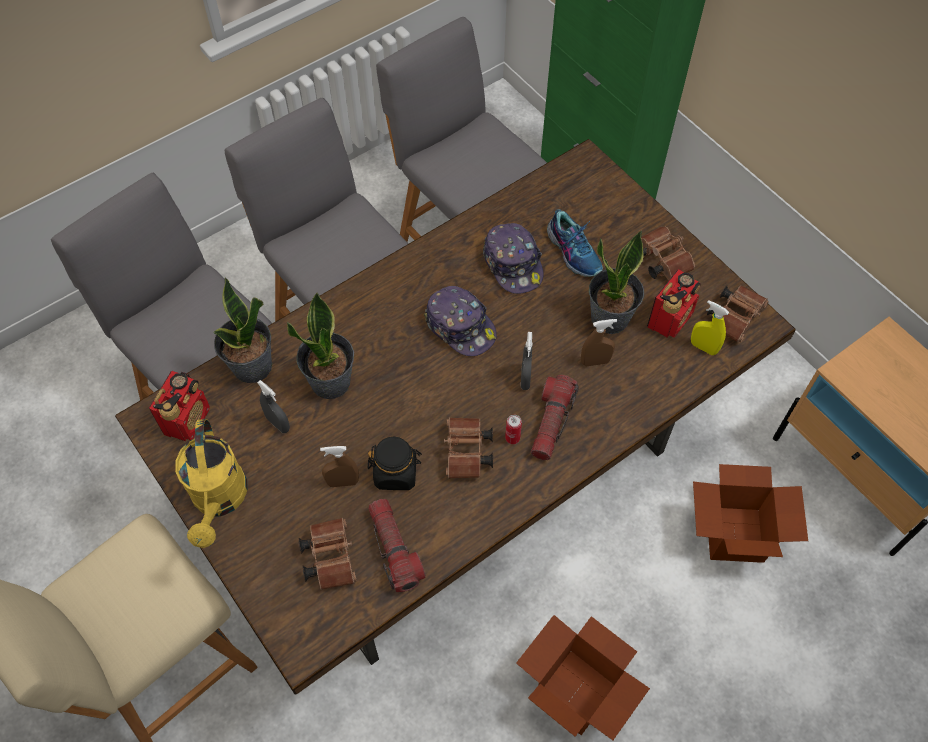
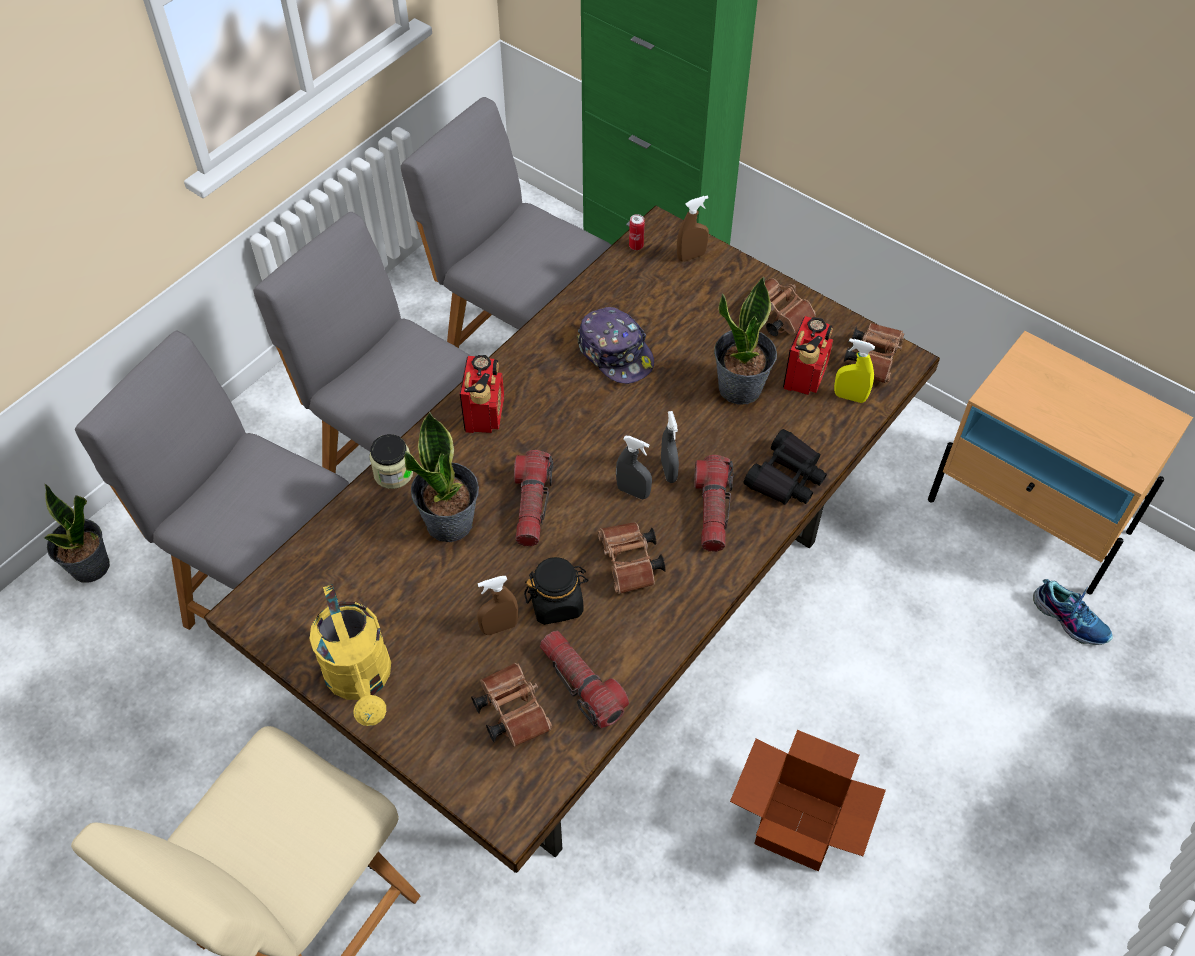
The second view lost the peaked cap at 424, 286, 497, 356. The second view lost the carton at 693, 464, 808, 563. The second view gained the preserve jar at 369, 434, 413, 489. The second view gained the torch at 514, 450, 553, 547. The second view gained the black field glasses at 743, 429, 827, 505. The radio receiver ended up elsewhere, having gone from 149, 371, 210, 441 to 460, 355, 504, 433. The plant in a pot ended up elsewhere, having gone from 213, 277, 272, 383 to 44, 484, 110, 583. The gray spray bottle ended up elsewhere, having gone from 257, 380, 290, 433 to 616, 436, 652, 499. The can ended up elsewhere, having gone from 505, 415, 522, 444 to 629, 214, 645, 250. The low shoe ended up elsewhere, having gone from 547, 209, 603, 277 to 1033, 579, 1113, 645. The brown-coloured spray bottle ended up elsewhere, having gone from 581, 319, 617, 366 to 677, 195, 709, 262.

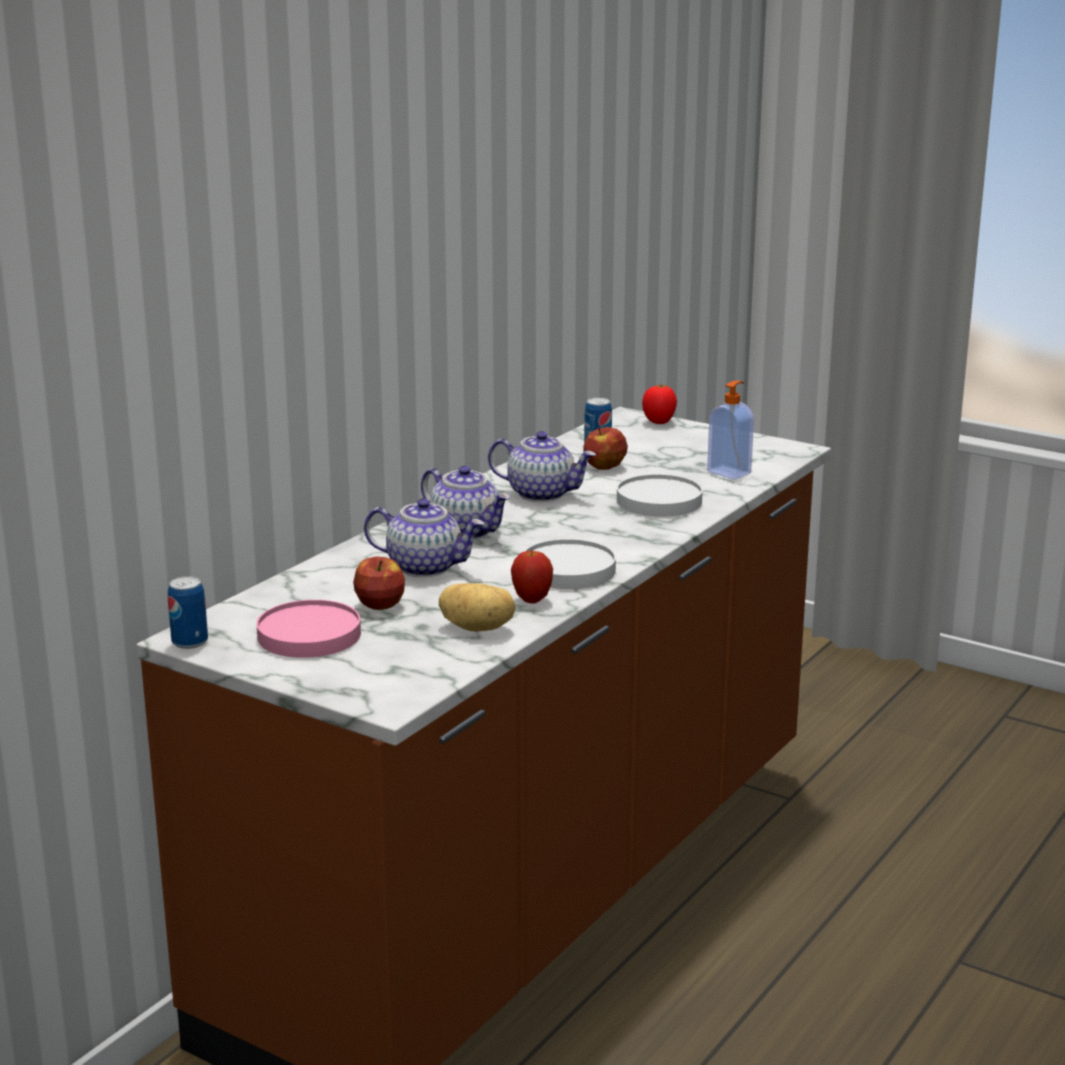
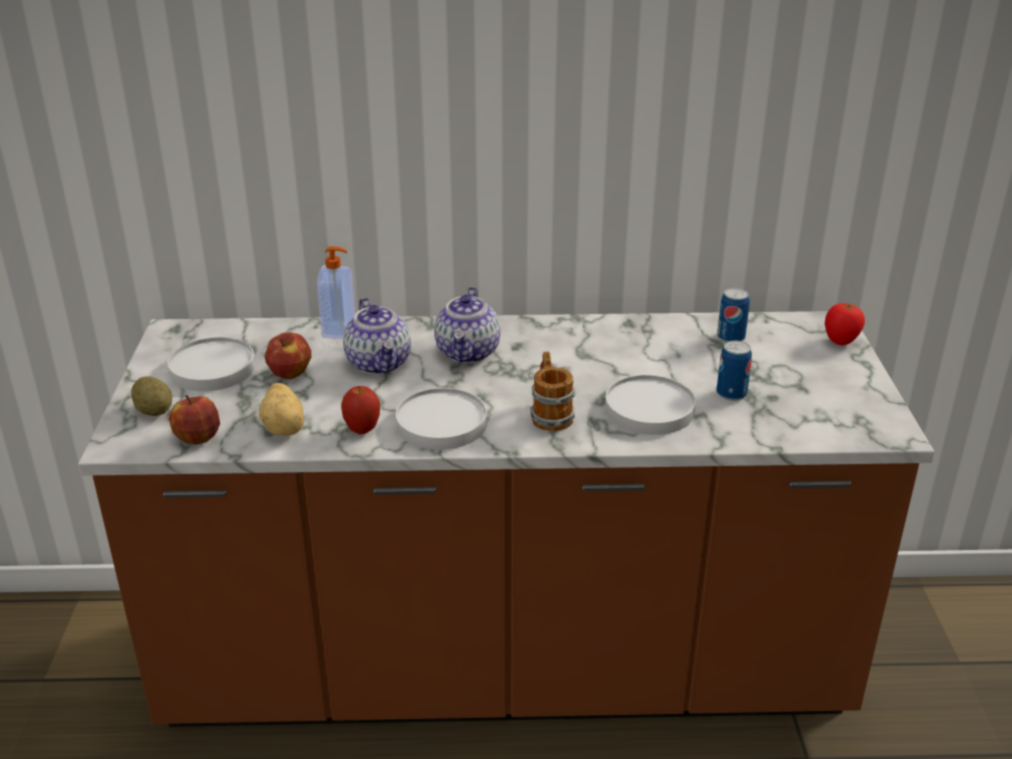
The second view lost the pot for tea at 488, 431, 596, 502. The second view gained the spud at 131, 376, 172, 416. The second view gained the mug at 530, 352, 575, 431. The can ended up elsewhere, having gone from 168, 576, 208, 649 to 717, 341, 752, 401. The whole apple ended up elsewhere, having gone from 584, 427, 628, 470 to 169, 395, 220, 445. The liquid soap bottle ended up elsewhere, having gone from 707, 381, 754, 480 to 317, 246, 355, 339. What was the pinkish plate at 256, 600, 361, 658 turned into the whitish plate at 168, 337, 255, 391.

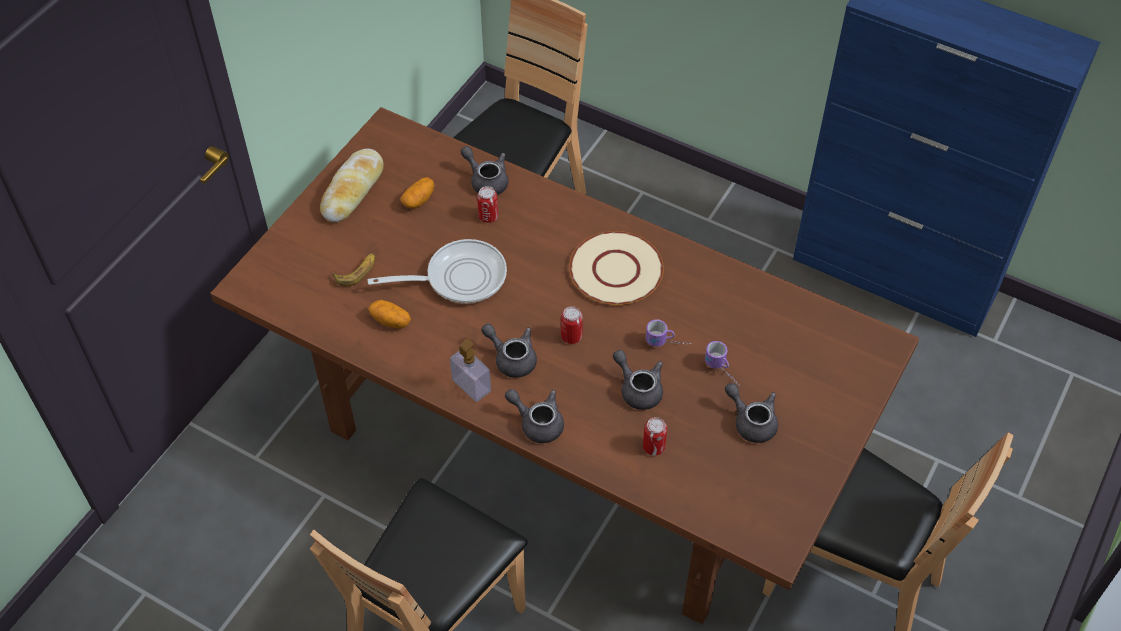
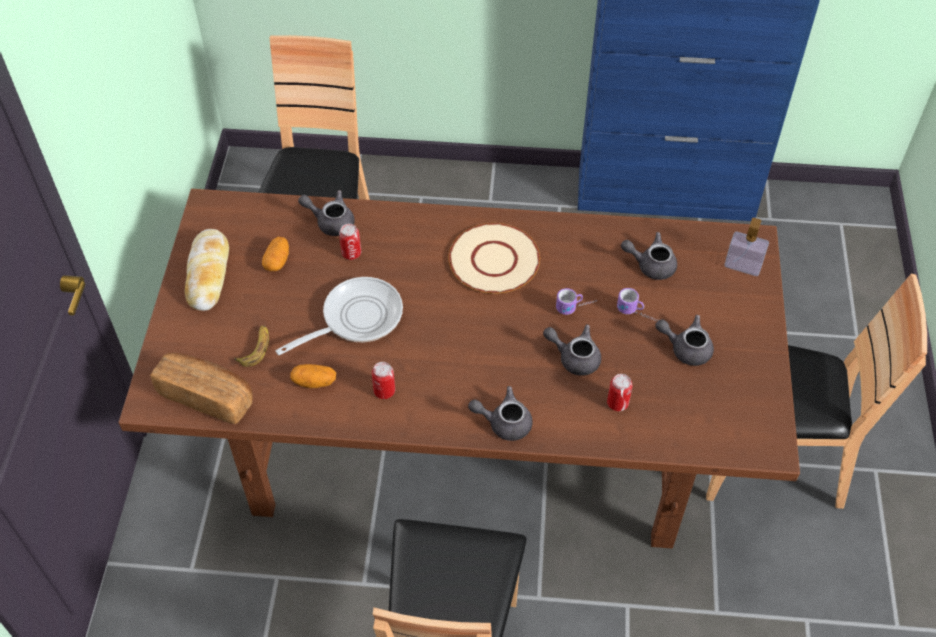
The second view gained the baked bread at 150, 353, 253, 424. The liquid soap bottle ended up elsewhere, having gone from 450, 339, 491, 402 to 725, 218, 769, 276. The gray pot for tea ended up elsewhere, having gone from 481, 323, 537, 378 to 621, 232, 677, 280. The can ended up elsewhere, having gone from 561, 306, 583, 344 to 372, 362, 395, 399.

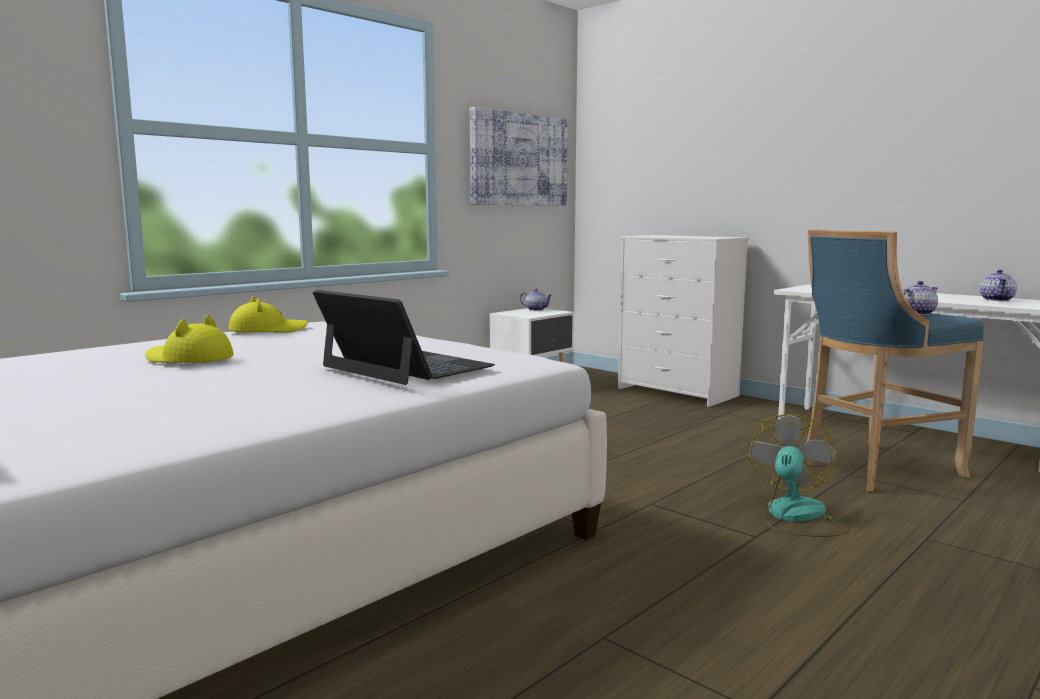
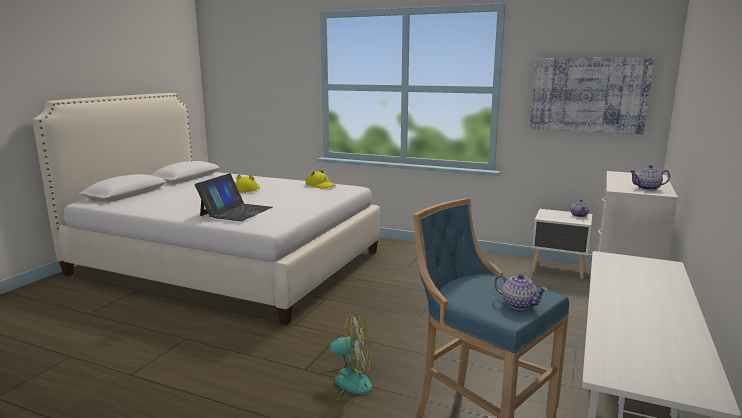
The pot for tea ended up elsewhere, having gone from 980, 270, 1017, 301 to 629, 165, 670, 190.

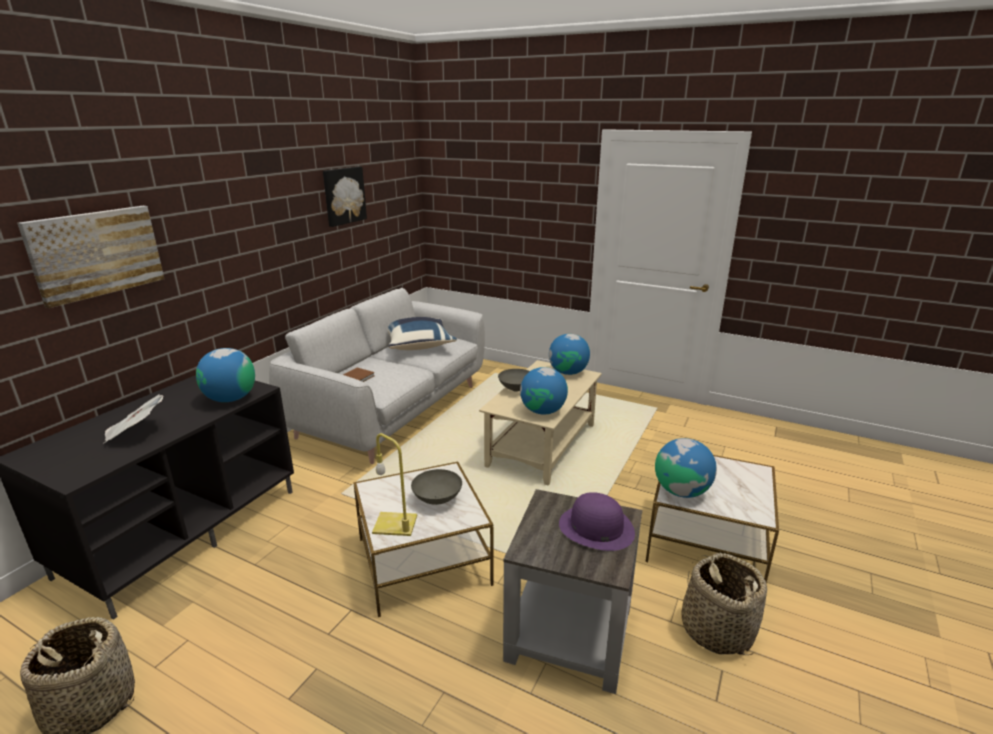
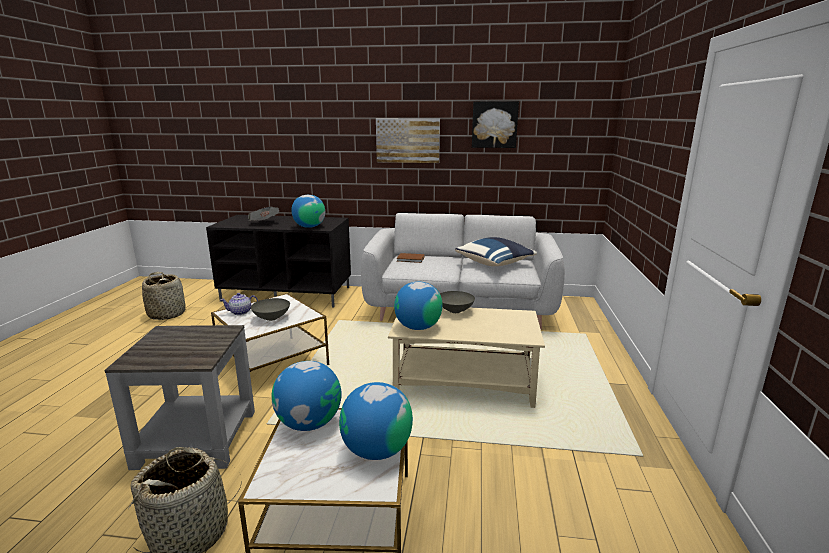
The second view lost the purple-coloured hat at 559, 492, 635, 551. The wall picture ended up elsewhere, having gone from 17, 206, 165, 308 to 376, 118, 440, 163. The world globe ended up elsewhere, having gone from 549, 334, 590, 375 to 339, 382, 413, 460. Where the yellow tabletop lamp stood at 372, 433, 417, 536, the pot for tea came to stand at 221, 293, 258, 315.

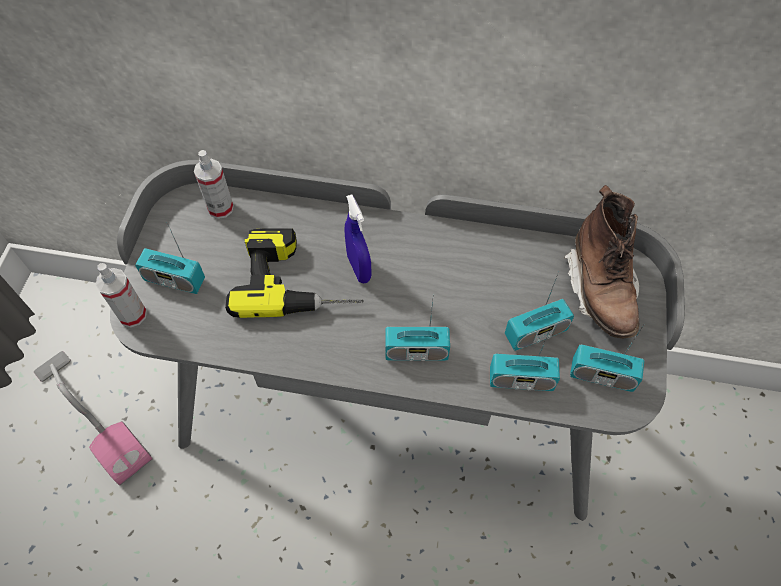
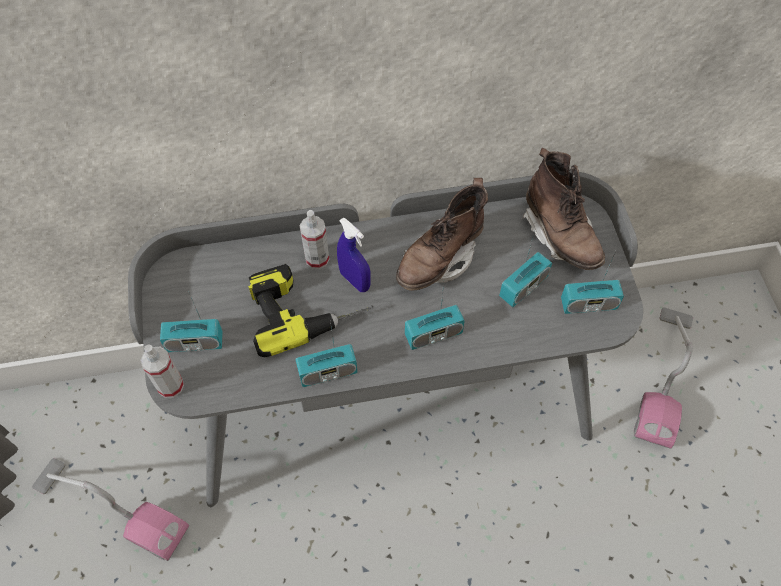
The second view gained the brown-coloured high-top boot at 396, 178, 488, 291. The second view gained the vacuum cleaner at 634, 308, 693, 448. The spray bottle ended up elsewhere, having gone from 194, 150, 234, 219 to 300, 210, 330, 269. The radio receiver ended up elsewhere, having gone from 490, 328, 560, 391 to 295, 320, 357, 387.

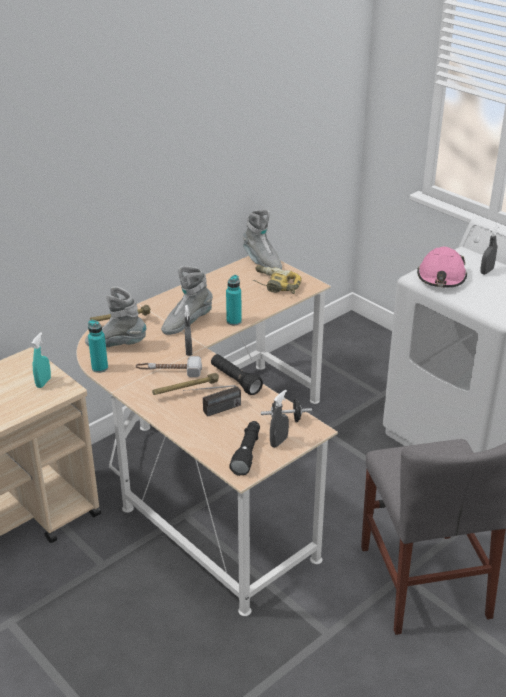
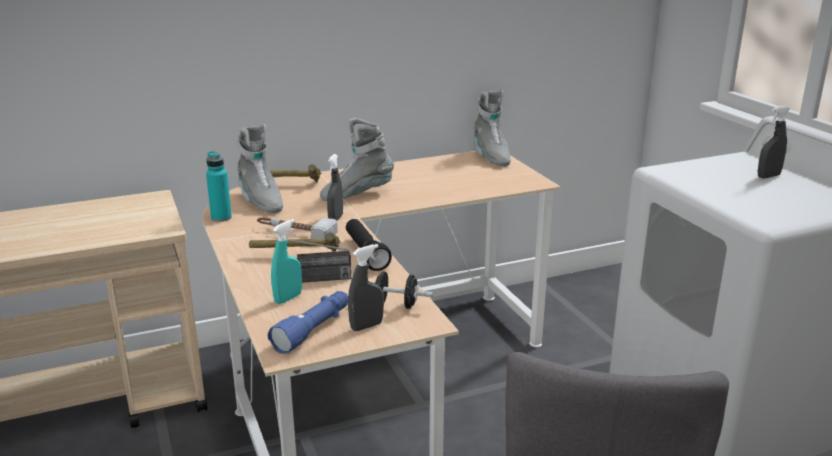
The second view lost the blue-green bottle at 226, 275, 242, 325. The second view lost the power drill at 253, 265, 302, 294. The second view lost the pinkish safety helmet at 417, 246, 467, 287. The blue-green spray bottle ended up elsewhere, having gone from 32, 332, 51, 388 to 271, 219, 302, 304. What was the black torch at 229, 421, 260, 476 turned into the blue-coloured torch at 268, 291, 348, 354. The gray high-top boot at 85, 287, 146, 347 ended up facing another way, 150 degrees counterclockwise from before.

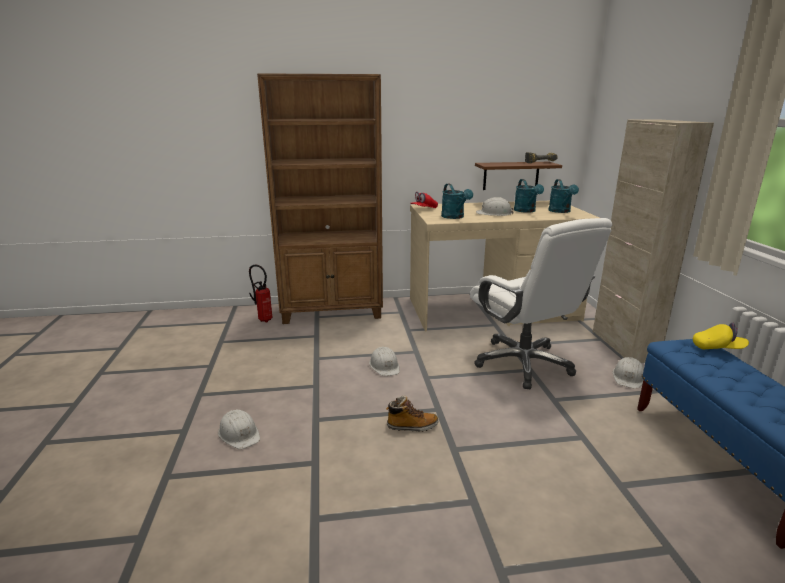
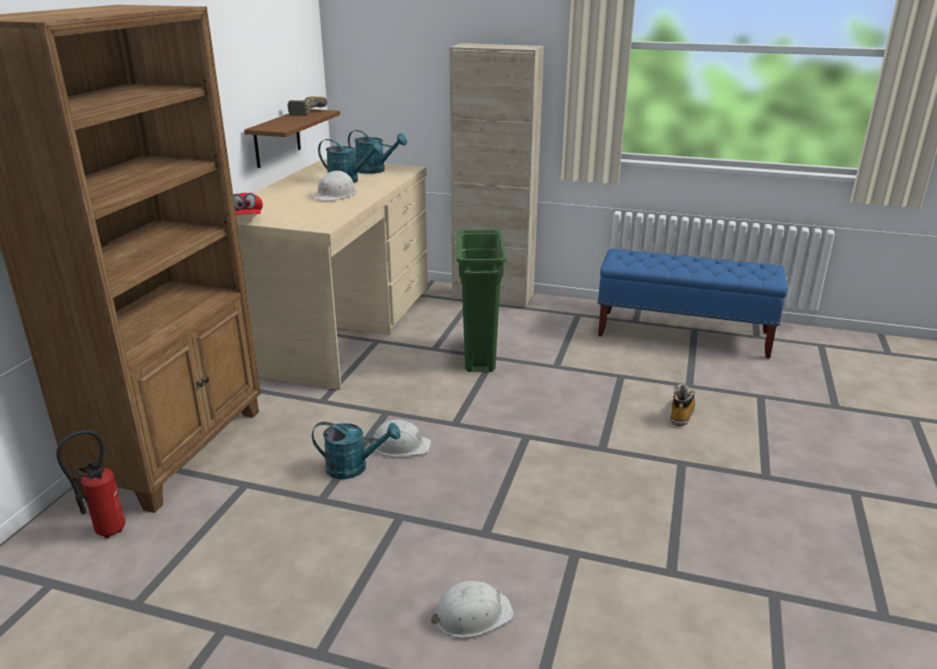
The second view lost the whitish safety helmet at 613, 357, 644, 389. The second view lost the yellow peaked cap at 693, 323, 749, 349. The high-top boot ended up elsewhere, having gone from 386, 396, 439, 432 to 670, 384, 696, 426. The blue-green sprinkling can ended up elsewhere, having gone from 441, 184, 473, 219 to 312, 422, 401, 479. Where the whitish computer chair stood at 470, 218, 612, 389, the green waste bin came to stand at 457, 229, 506, 372.

